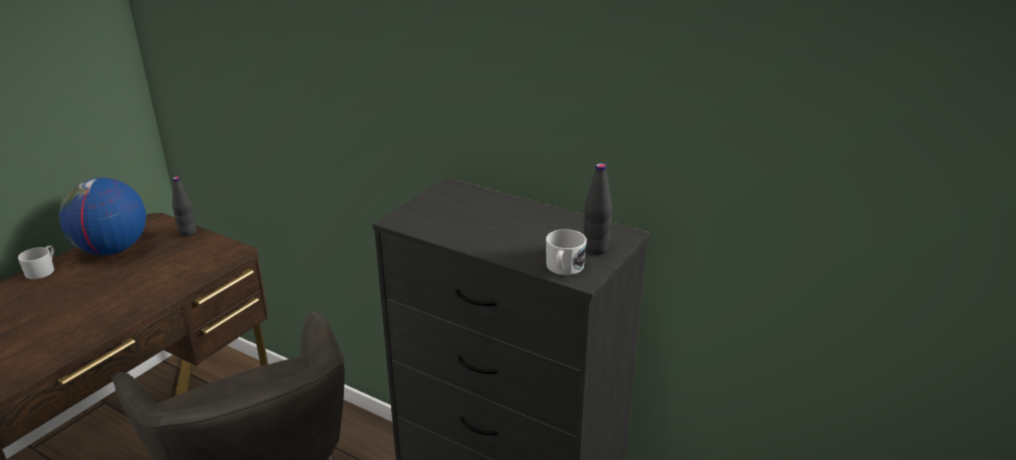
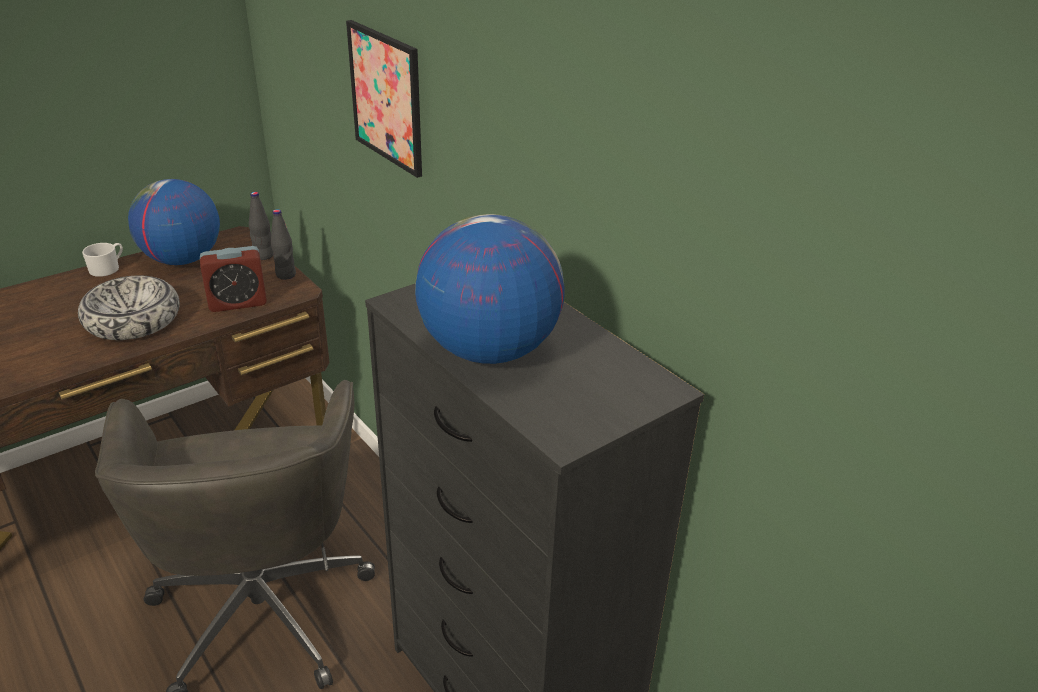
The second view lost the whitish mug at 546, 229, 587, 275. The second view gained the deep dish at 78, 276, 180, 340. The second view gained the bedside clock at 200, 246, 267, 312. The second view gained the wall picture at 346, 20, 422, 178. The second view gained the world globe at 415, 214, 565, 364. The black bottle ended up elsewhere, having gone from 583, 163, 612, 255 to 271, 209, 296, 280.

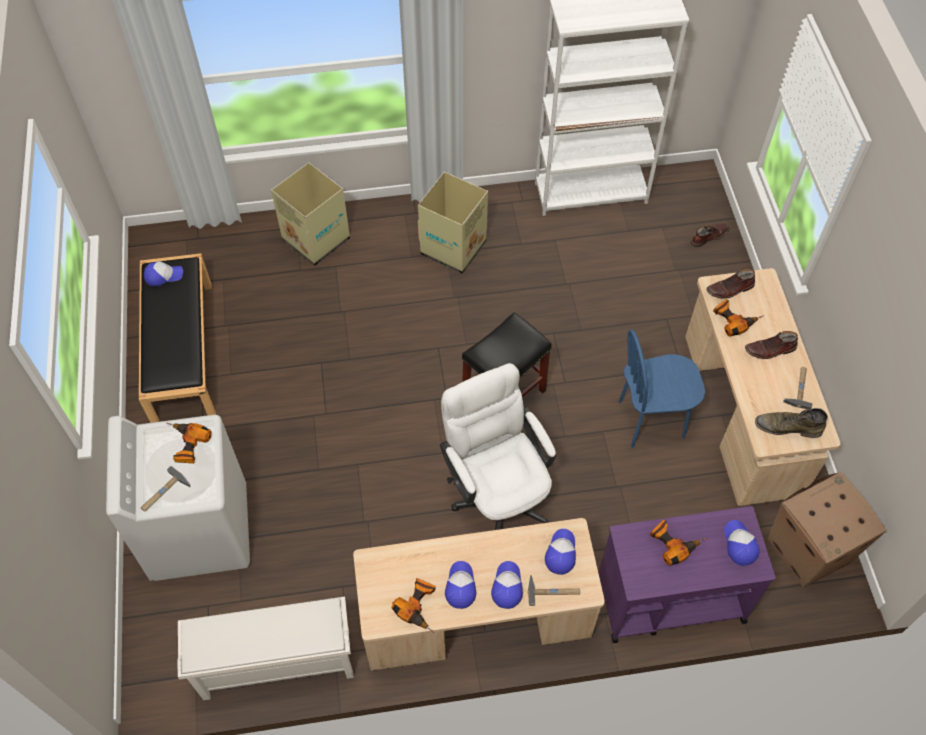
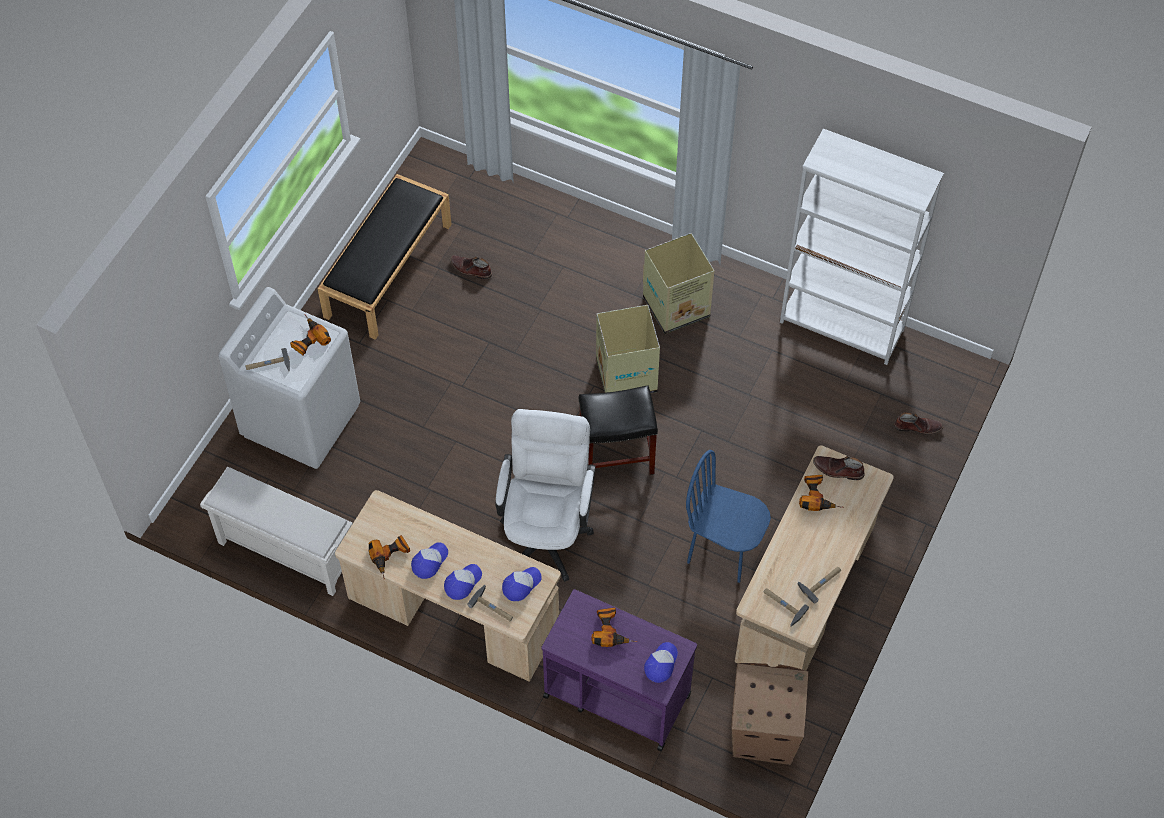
The second view lost the peaked cap at 144, 261, 183, 286. The carton ended up elsewhere, having gone from 271, 162, 350, 266 to 596, 305, 660, 393. The brown-coloured high-top boot ended up elsewhere, having gone from 745, 331, 798, 359 to 450, 255, 493, 280. Where the green high-top boot stood at 755, 408, 828, 438, the hand hammer came to stand at 764, 588, 809, 627.

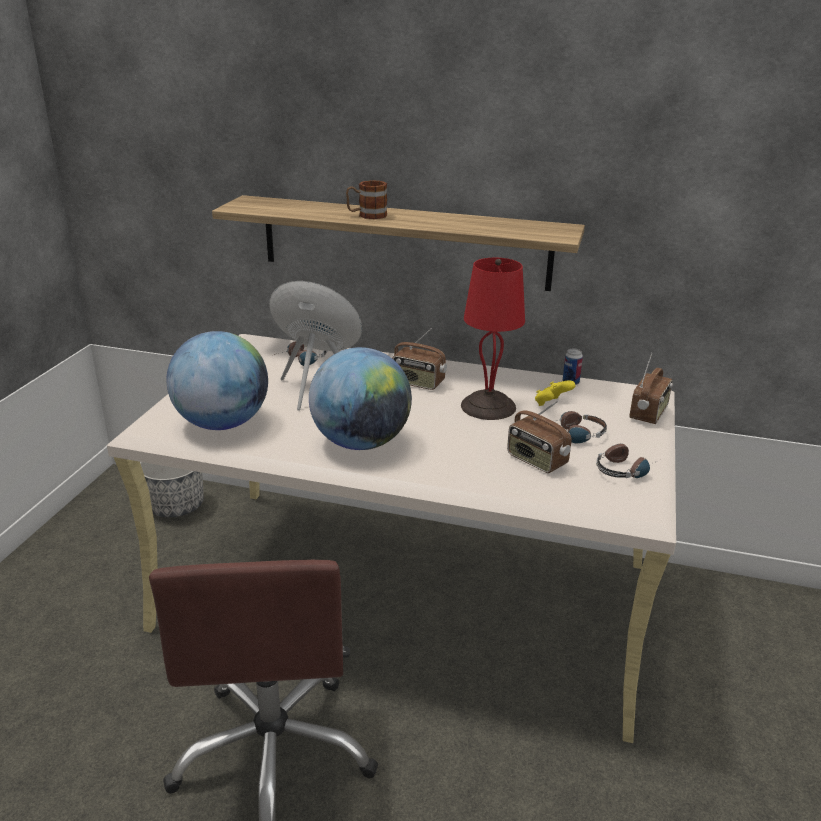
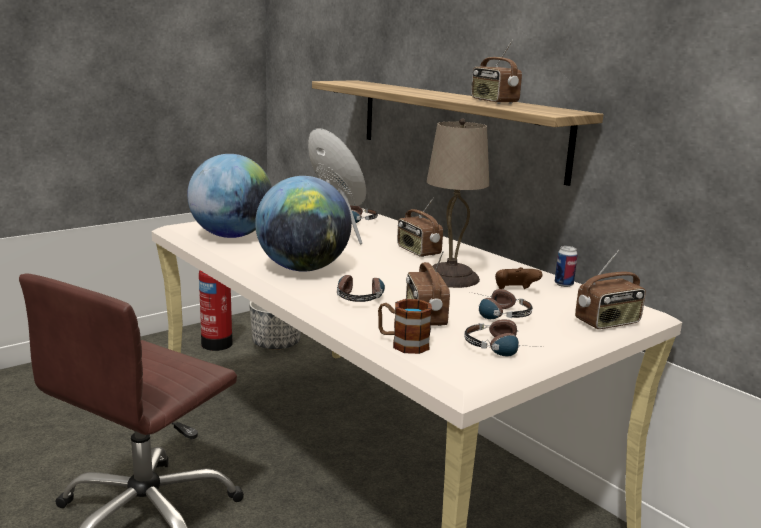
The second view gained the fire-fighting cylinder at 199, 270, 232, 351. The second view gained the headset at 337, 275, 385, 302. The second view gained the radio receiver at 471, 40, 522, 104. The mug ended up elsewhere, having gone from 346, 180, 387, 219 to 378, 299, 432, 354. What was the reddish tabletop lamp at 461, 258, 525, 420 turned into the beige tabletop lamp at 427, 118, 489, 288. What was the yellow gamepad at 535, 380, 576, 406 turned into the brown-coloured gamepad at 495, 267, 543, 289.

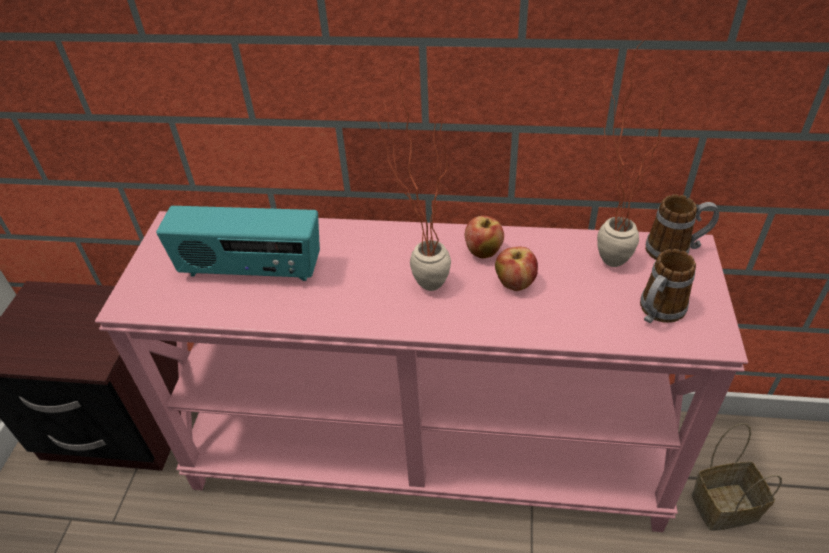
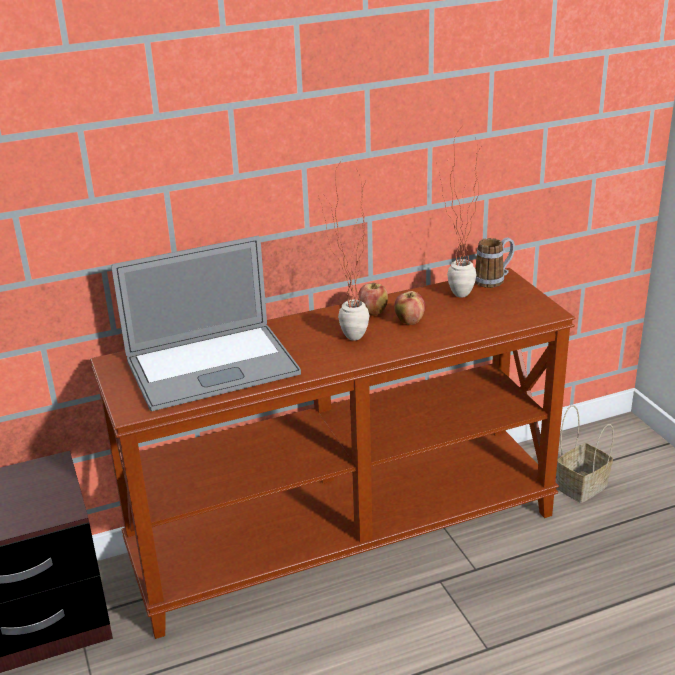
The second view lost the mug at 640, 249, 696, 323. Where the radio receiver stood at 156, 206, 320, 281, the notebook computer came to stand at 112, 236, 301, 411. What was the pinkish console table at 95, 211, 748, 532 turned into the brown-coloured console table at 90, 268, 575, 639.

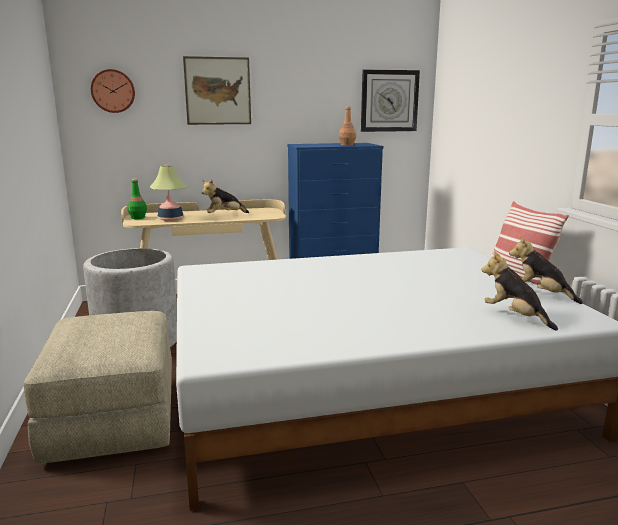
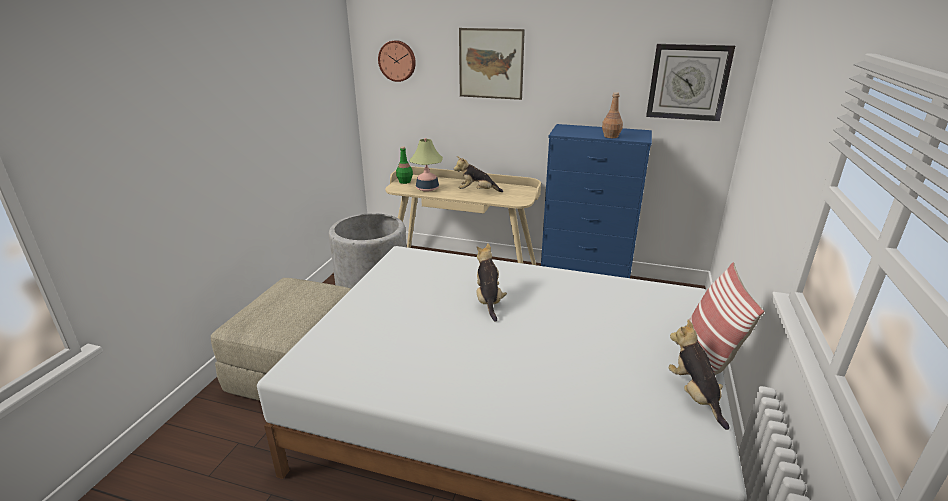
The soft toy ended up elsewhere, having gone from 481, 251, 558, 331 to 477, 243, 507, 322.

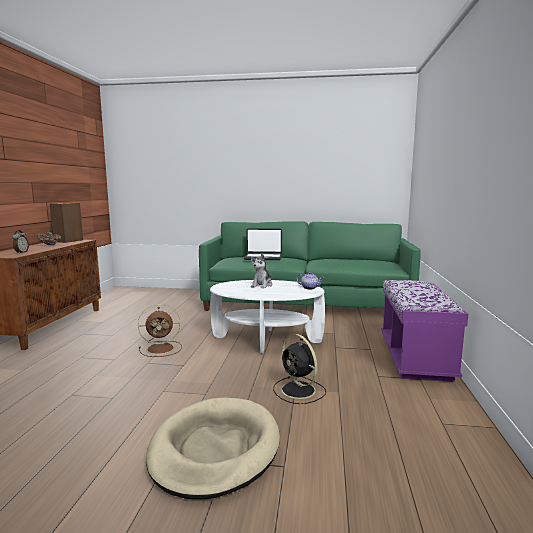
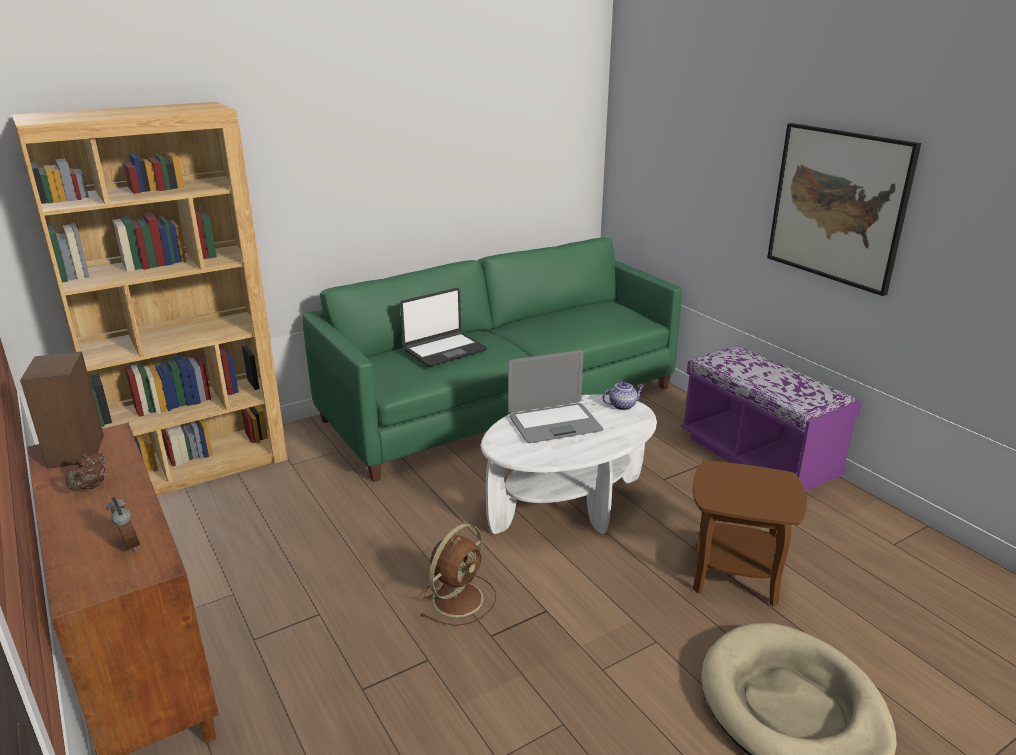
The second view gained the brown-coloured shelving unit at 12, 102, 288, 496. The second view gained the wall picture at 767, 123, 921, 296. Where the soft toy stood at 251, 254, 273, 288, the notebook computer came to stand at 508, 350, 603, 443. Where the black fan stood at 273, 334, 326, 404, the brown-coloured accent table came to stand at 693, 461, 807, 607.

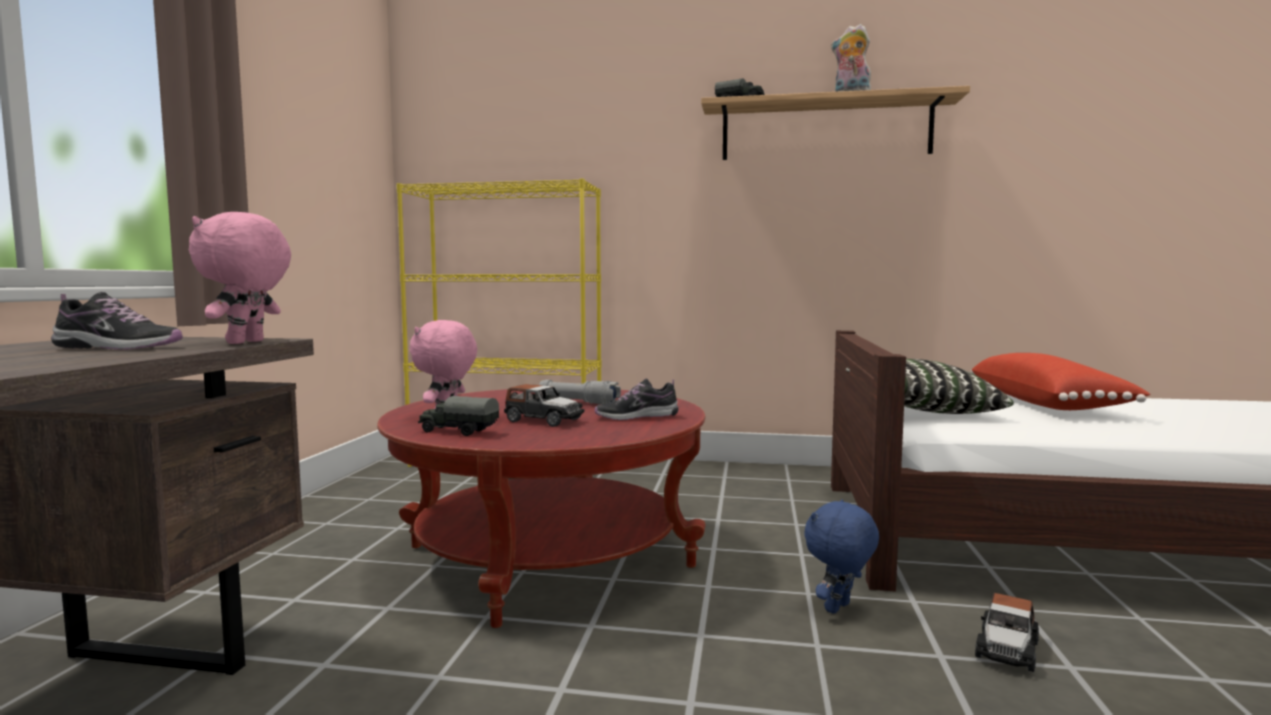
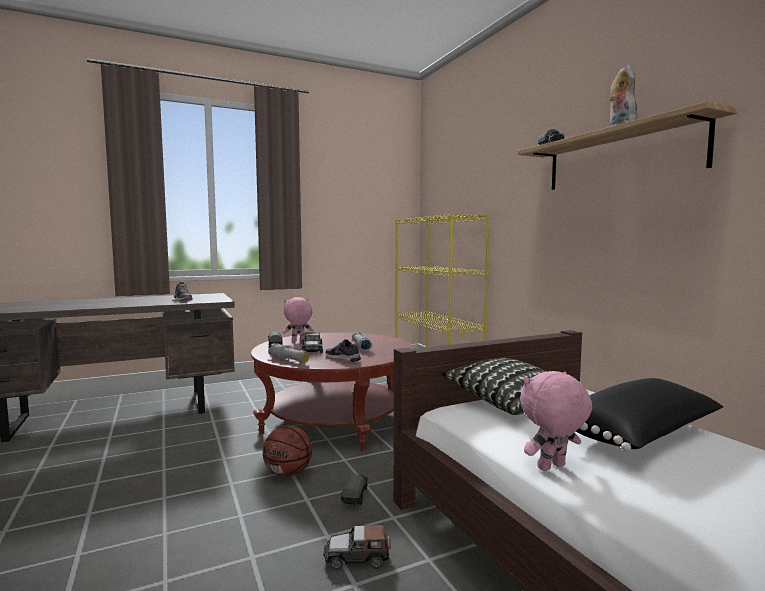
The second view gained the basketball ball at 263, 425, 312, 477. The second view gained the gray torch at 268, 343, 310, 363. The pinkish soft toy ended up elsewhere, having gone from 189, 212, 291, 344 to 520, 371, 592, 471. Where the blue-coloured soft toy stood at 804, 499, 879, 614, the toy lorry came to stand at 341, 475, 368, 505. What was the reddish cushion at 971, 353, 1150, 410 turned into the black cushion at 576, 378, 723, 452.

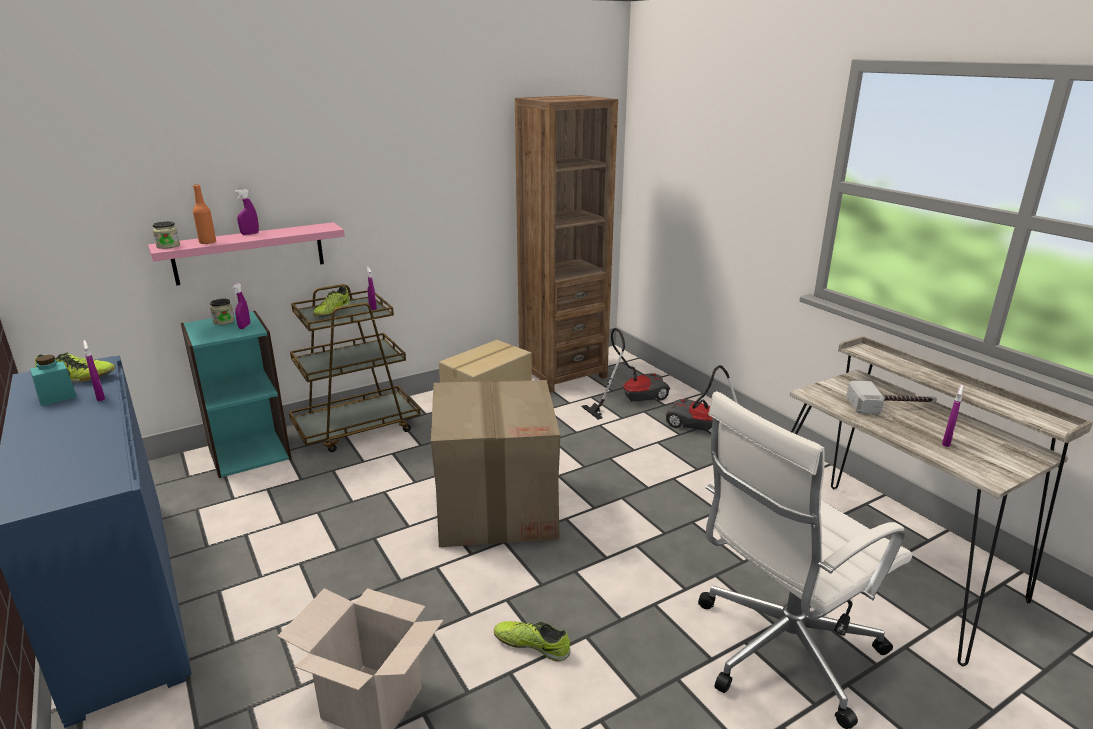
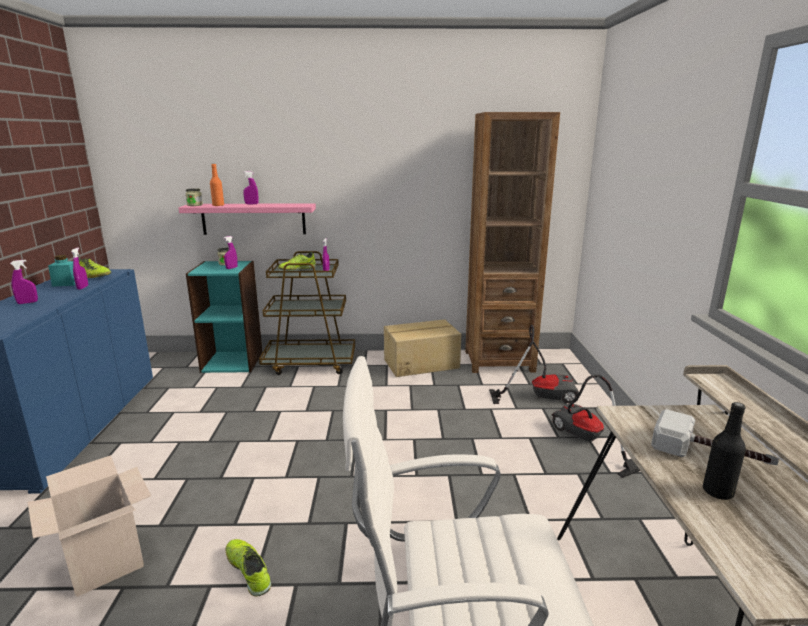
The second view lost the carton at 431, 380, 560, 547. The second view gained the black bottle at 703, 402, 746, 500. The purple-coloured spray bottle ended up elsewhere, having gone from 942, 385, 963, 447 to 10, 260, 38, 304.

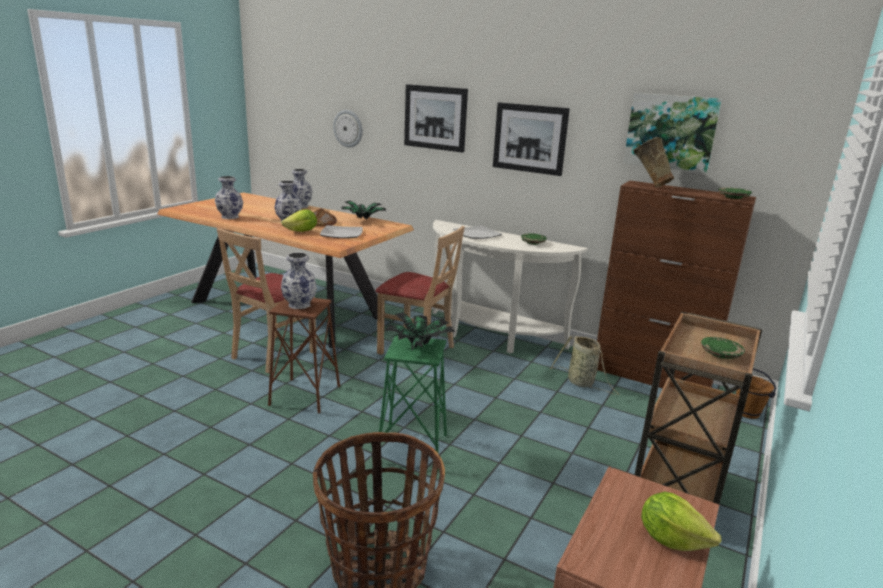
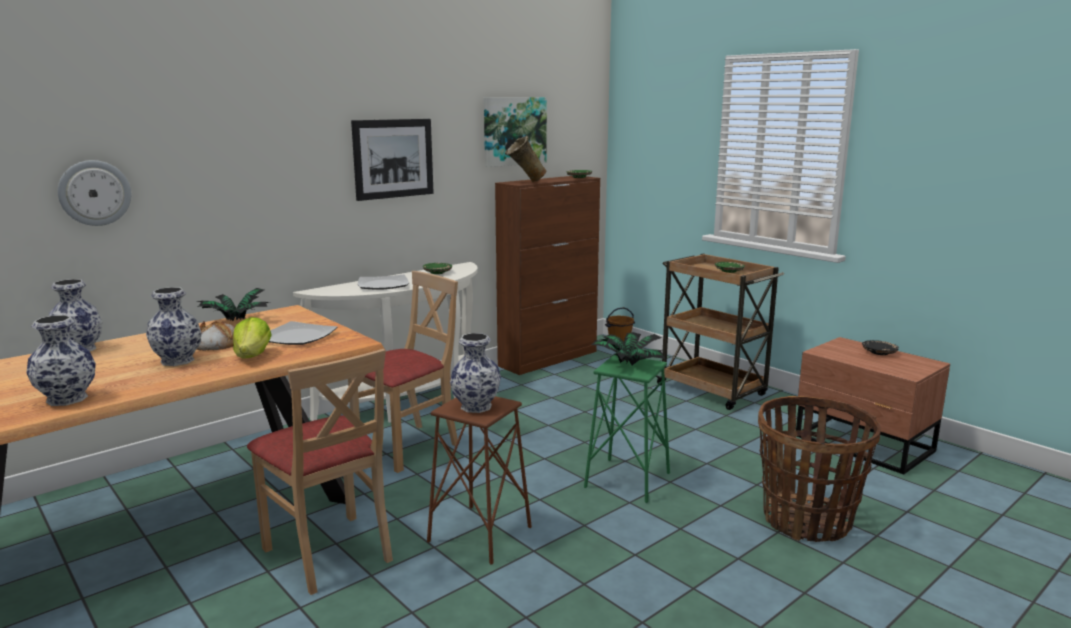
The second view lost the wall picture at 404, 84, 468, 153. The second view lost the household basket at 550, 335, 618, 395. Where the lettuce stood at 641, 492, 721, 551, the black plate came to stand at 862, 340, 899, 355.

